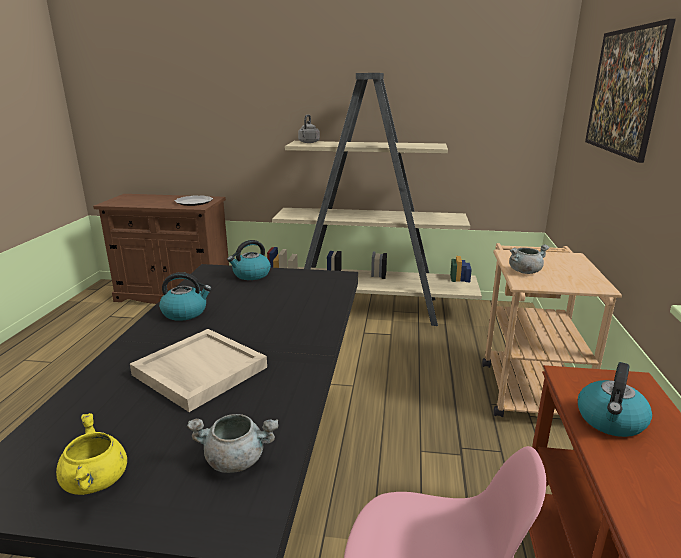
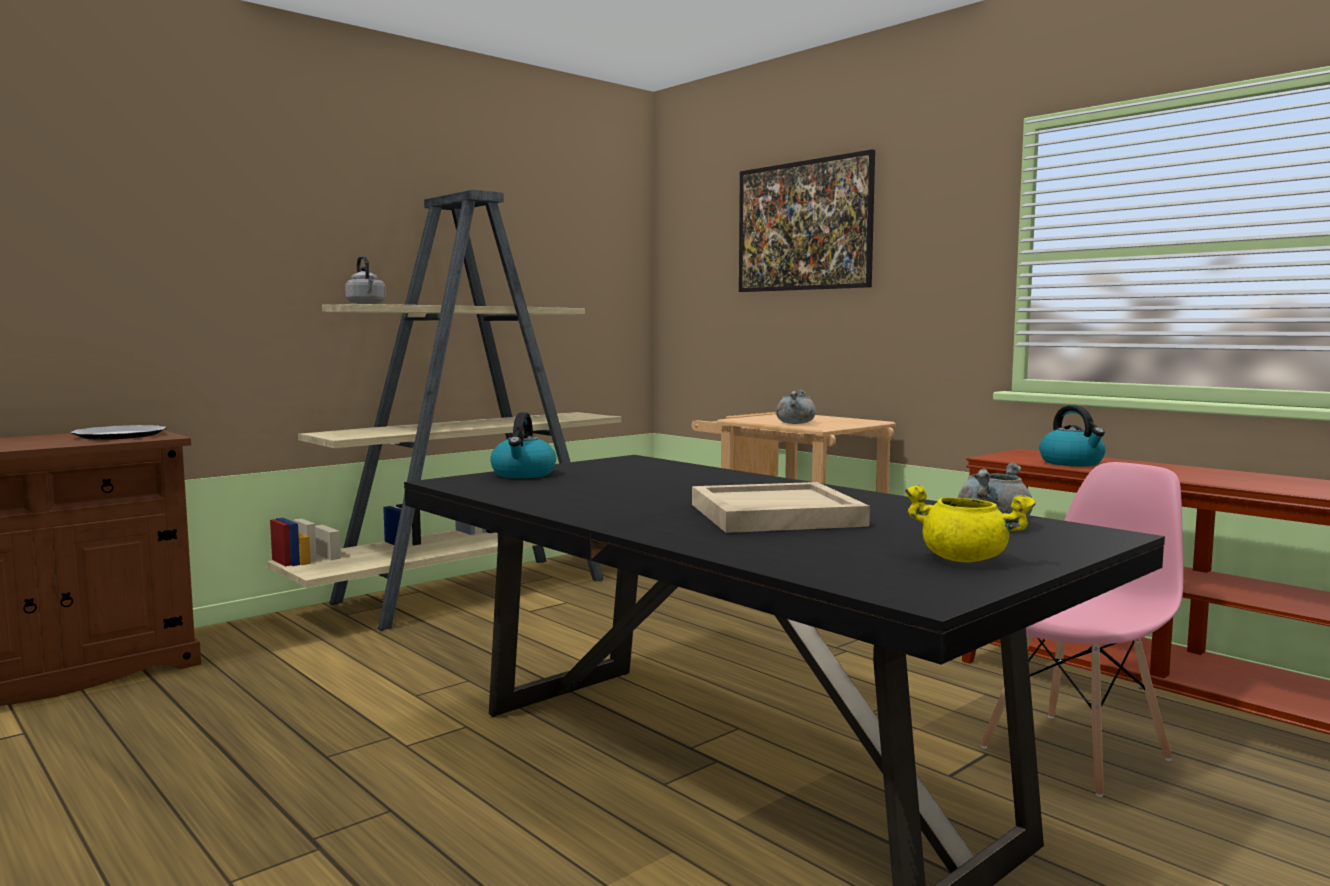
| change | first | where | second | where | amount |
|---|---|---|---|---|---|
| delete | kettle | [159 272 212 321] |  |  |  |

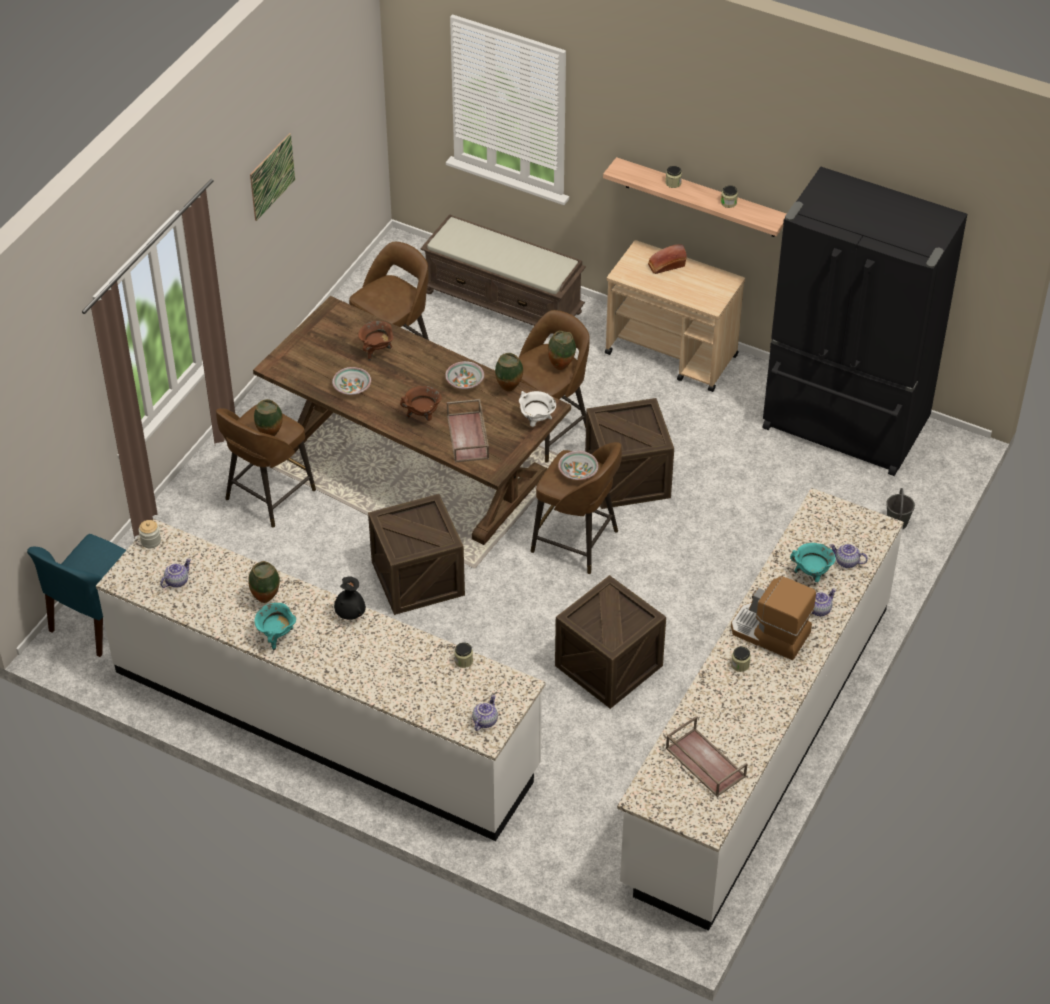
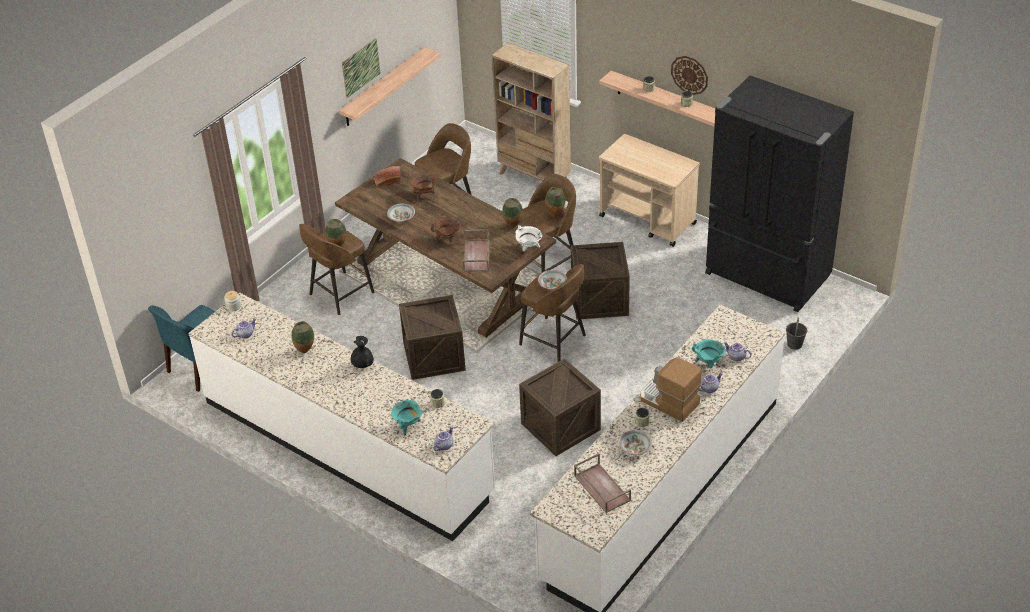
| change | first | where | second | where | amount |
|---|---|---|---|---|---|
| insert |  |  | shelf | [339 47 441 126] |  |
| insert |  |  | wall_clock | [671 56 708 95] |  |
| move | turquoise_cooking_pot | [254 603 296 651] |  | [391 400 423 436] |  |
| move | bowl | [445 361 484 389] |  | [618 430 652 455] |  |
| move | bread | [648 244 687 274] |  | [374 166 401 186] |  |
| replace | brown_bench | [420 215 586 326] | beige_bookcase | [492 43 571 181] |  |

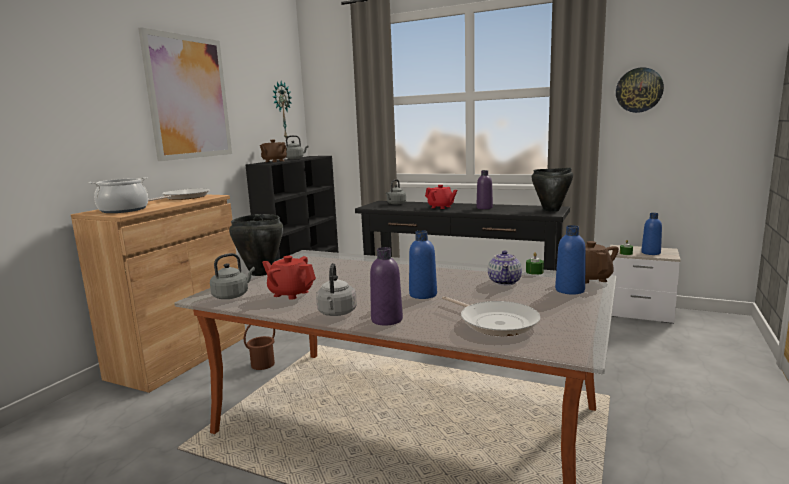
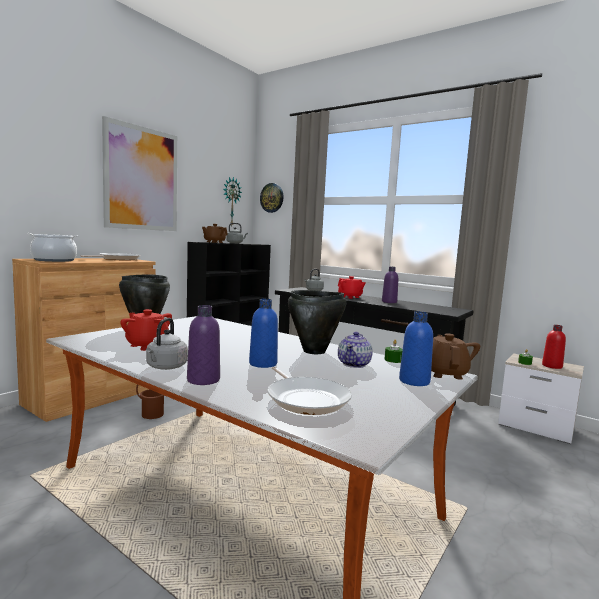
| change | first | where | second | where | amount |
|---|---|---|---|---|---|
| delete | grey_kettle | [210 253 255 299] |  |  |  |
| move | black_cooking_pot | [531 168 573 212] |  | [288 290 346 354] |  |
| move | wall_clock | [616 67 664 113] |  | [260 183 284 213] |  |
| recolor | blue_bottle | [641 213 662 255] | red_bottle | [542 325 566 369] |  |

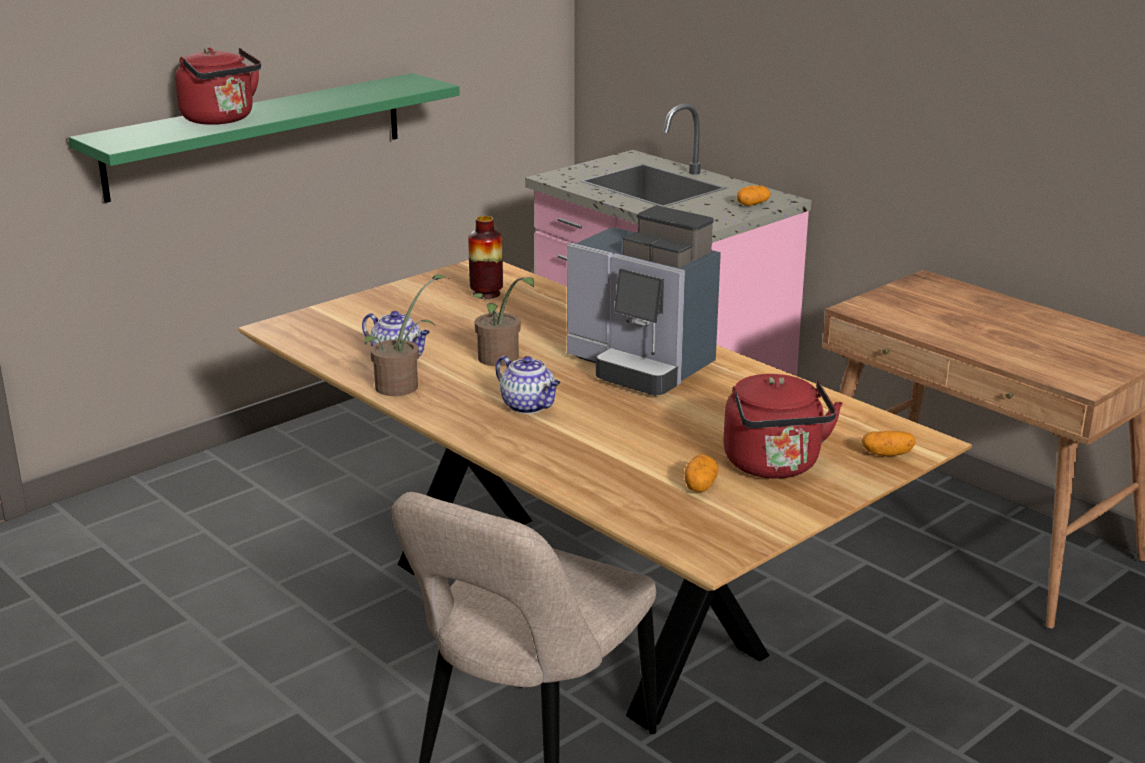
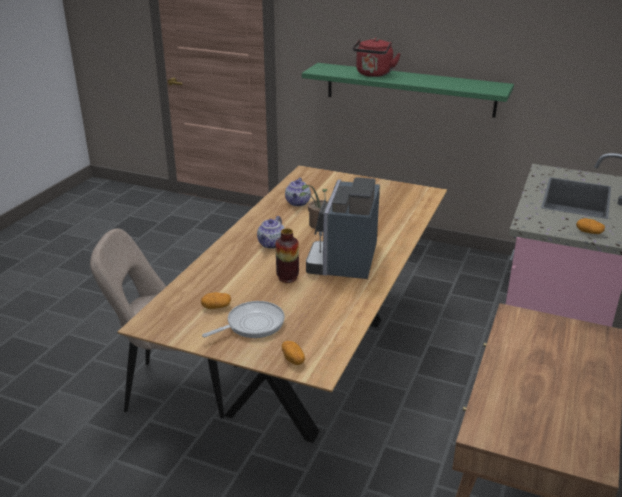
| change | first | where | second | where | amount |
|---|---|---|---|---|---|
| delete | potted_plant | [365 274 448 396] |  |  |  |
| move | vase | [468 216 503 299] |  | [276 228 299 283] |  |
| replace | red_kettle | [723 374 843 478] | frying_pan | [202 301 285 338] |  |

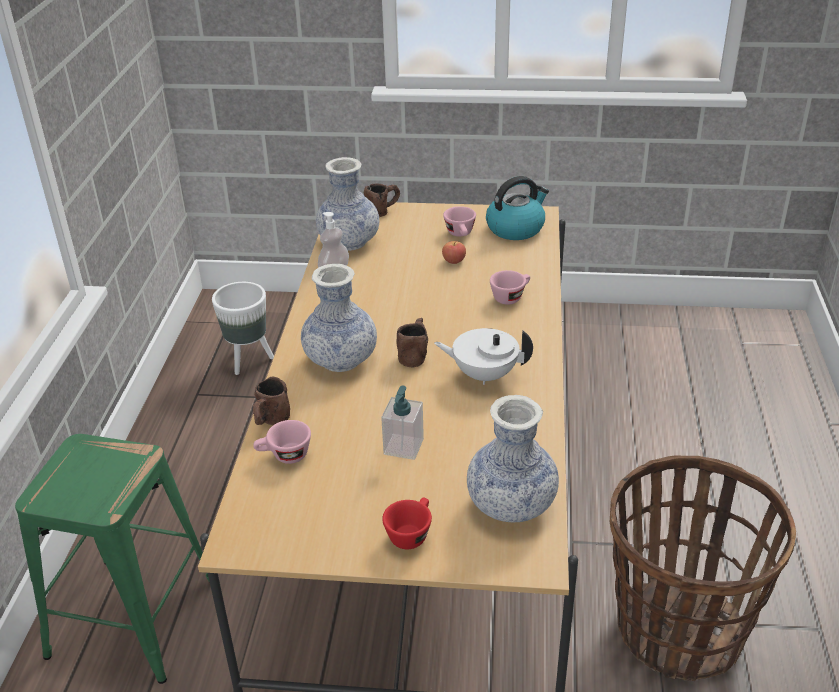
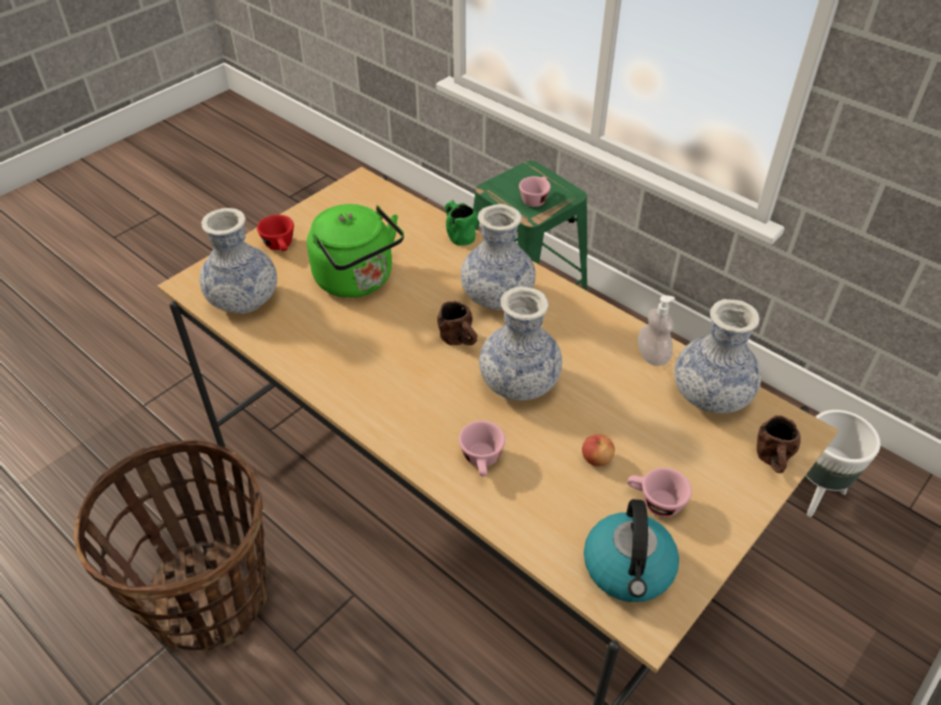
| change | first | where | second | where | amount |
|---|---|---|---|---|---|
| delete | white_teapot | [434 328 533 385] |  |  |  |
| insert |  |  | vase | [479 286 562 401] |  |
| move | pink_cup | [253 420 311 464] |  | [519 176 551 207] |  |
| replace | soap_dispenser | [381 386 424 460] | green_kettle | [307 204 404 298] |  |
| recolor | brown_mug | [253 376 290 425] | green_mug | [445 200 478 246] |  |

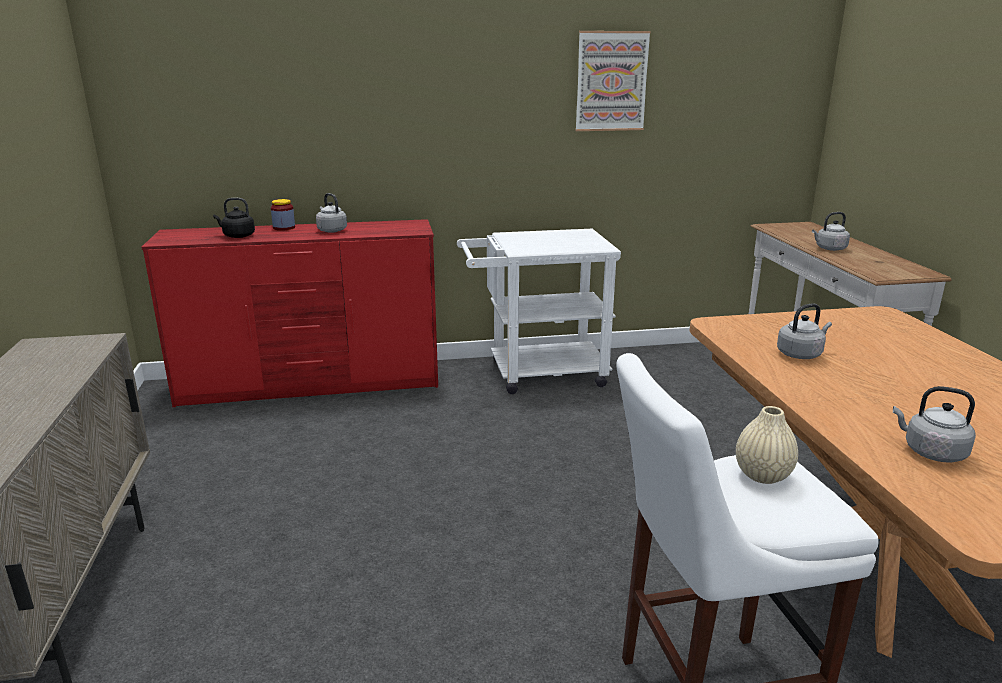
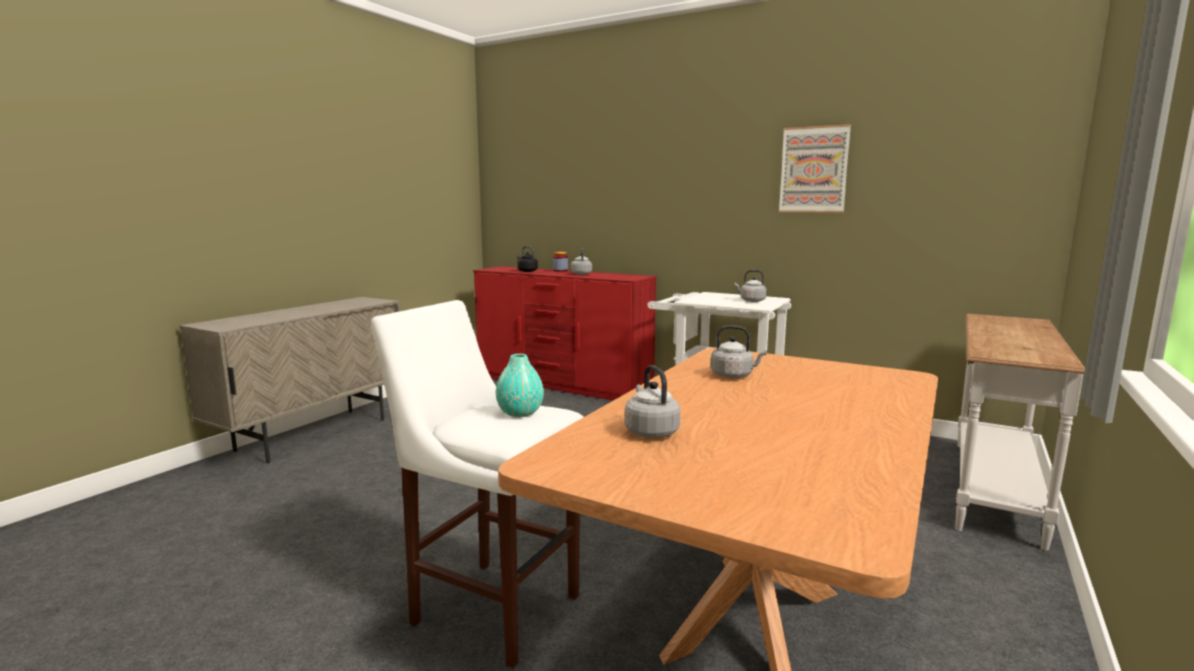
| change | first | where | second | where | amount |
|---|---|---|---|---|---|
| move | grey_kettle | [812 212 850 251] |  | [735 270 766 302] |  |
| recolor | beige_vase | [736 406 798 484] | turquoise_vase | [496 354 544 417] |  |

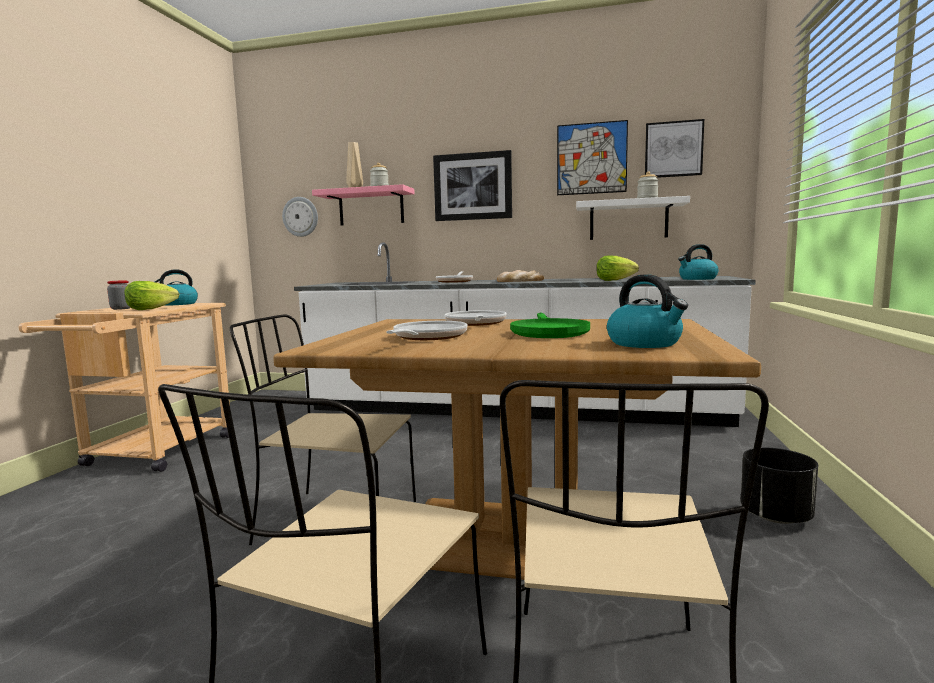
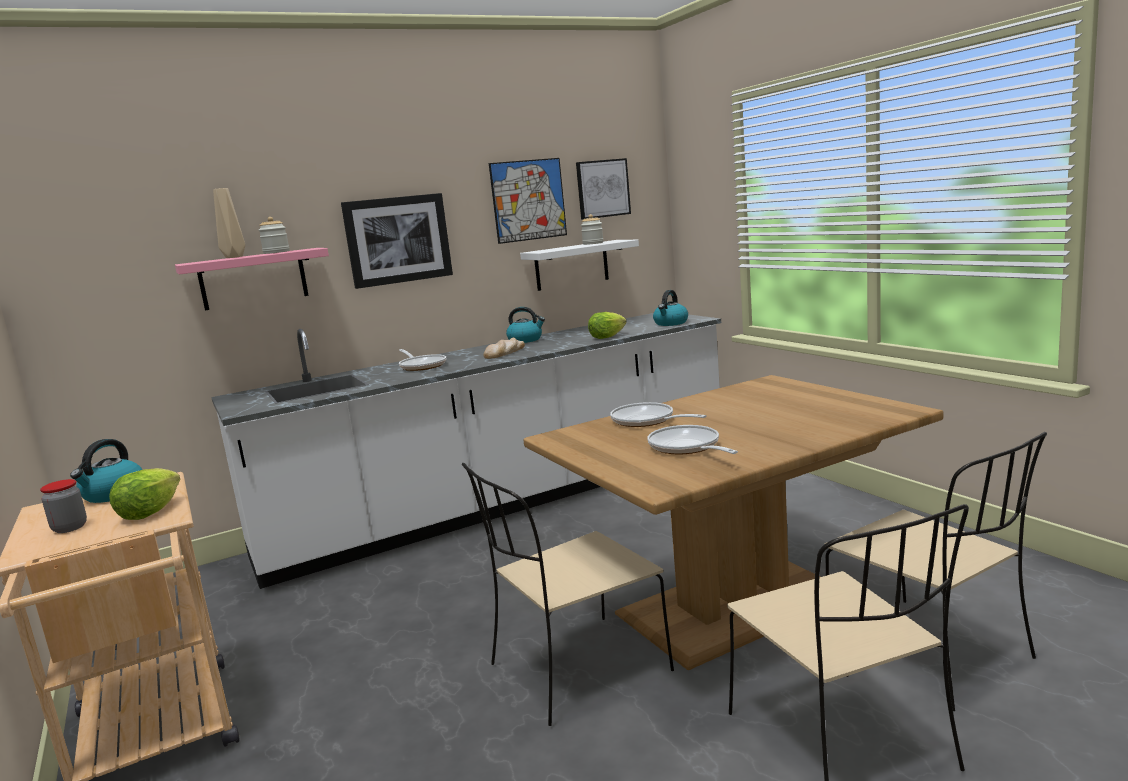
| change | first | where | second | where | amount |
|---|---|---|---|---|---|
| delete | wall_clock | [282 197 318 237] |  |  |  |
| delete | green_frying_pan | [510 312 590 338] |  |  |  |
| delete | black_planter | [741 448 818 524] |  |  |  |
| move | kettle | [607 274 688 348] |  | [506 307 545 343] |  |

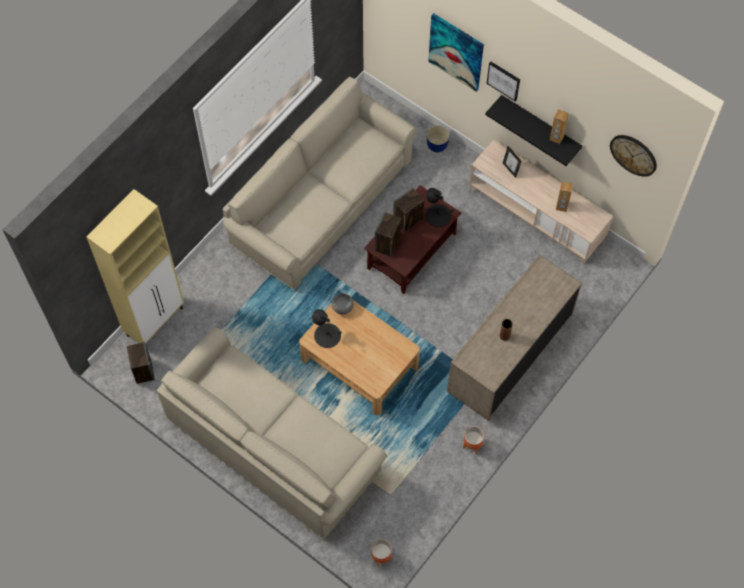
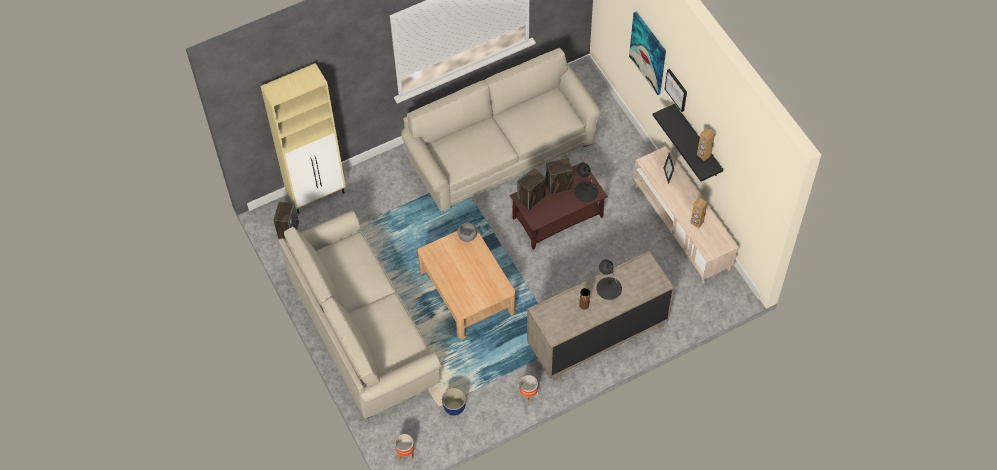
| change | first | where | second | where | amount |
|---|---|---|---|---|---|
| delete | wall_clock | [610 135 657 177] |  |  |  |
| move | black_table_lamp | [312 309 342 348] |  | [596 259 622 300] |  |
| move | planter | [426 125 450 152] |  | [442 388 466 416] |  |

